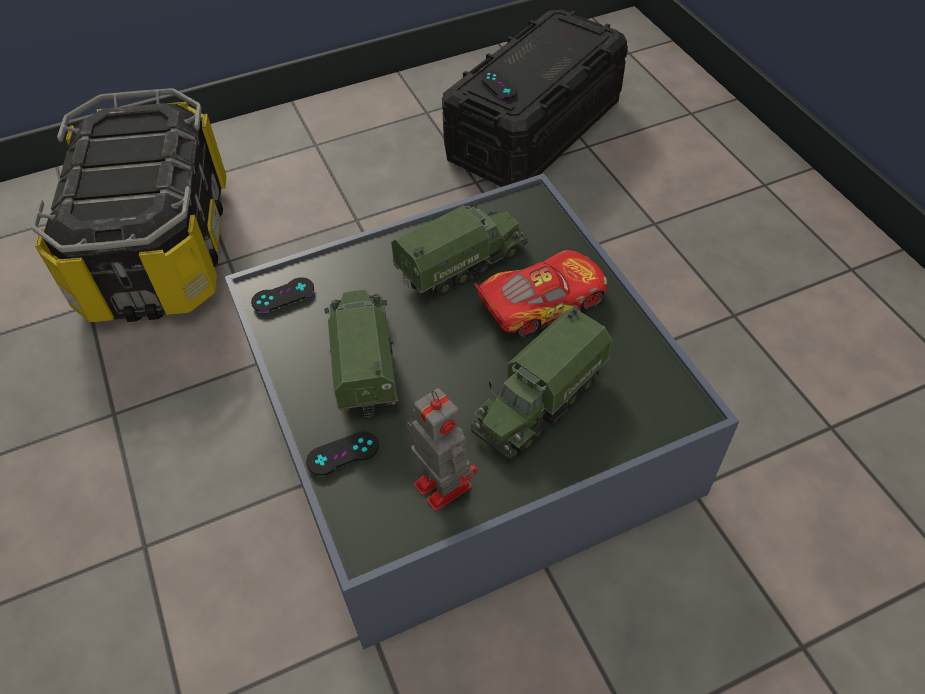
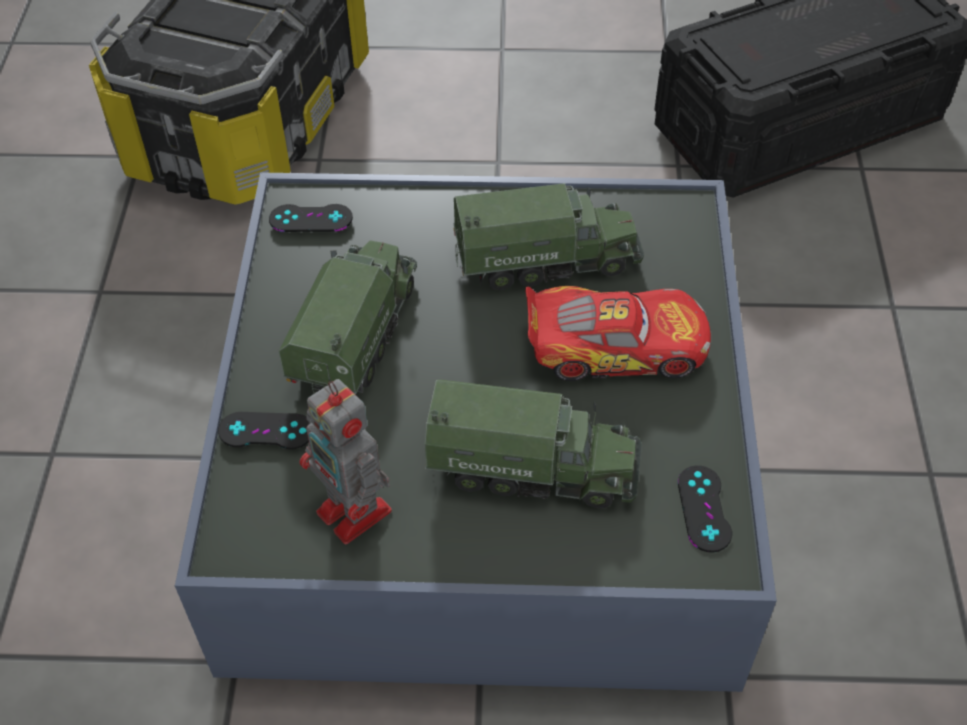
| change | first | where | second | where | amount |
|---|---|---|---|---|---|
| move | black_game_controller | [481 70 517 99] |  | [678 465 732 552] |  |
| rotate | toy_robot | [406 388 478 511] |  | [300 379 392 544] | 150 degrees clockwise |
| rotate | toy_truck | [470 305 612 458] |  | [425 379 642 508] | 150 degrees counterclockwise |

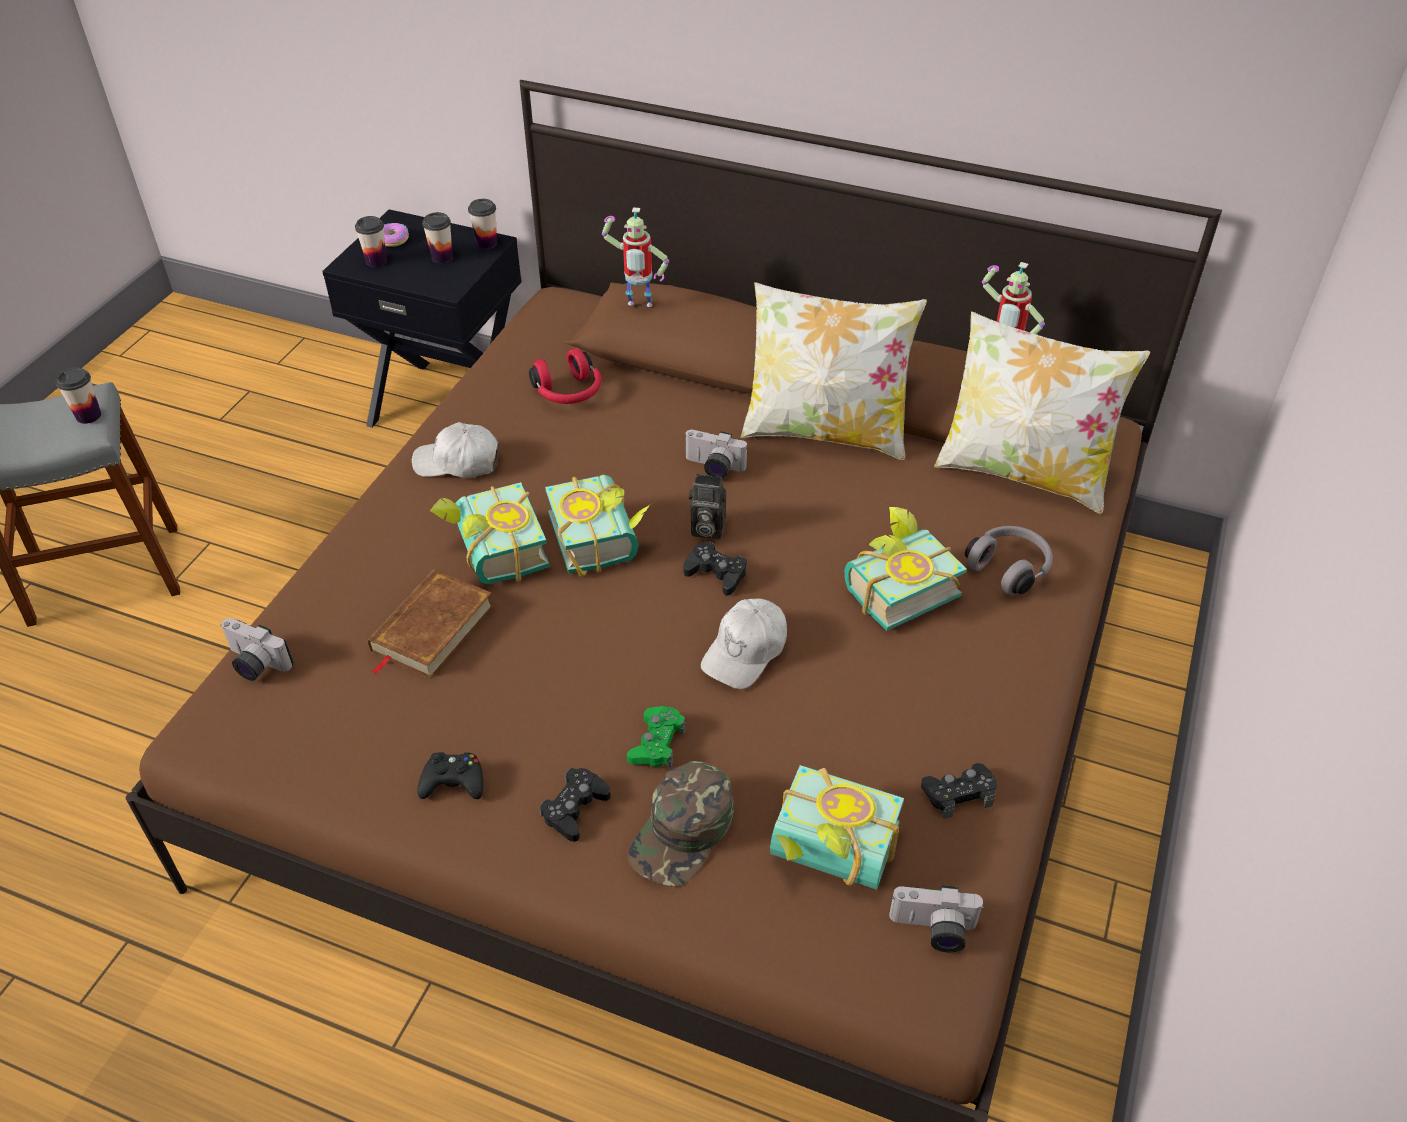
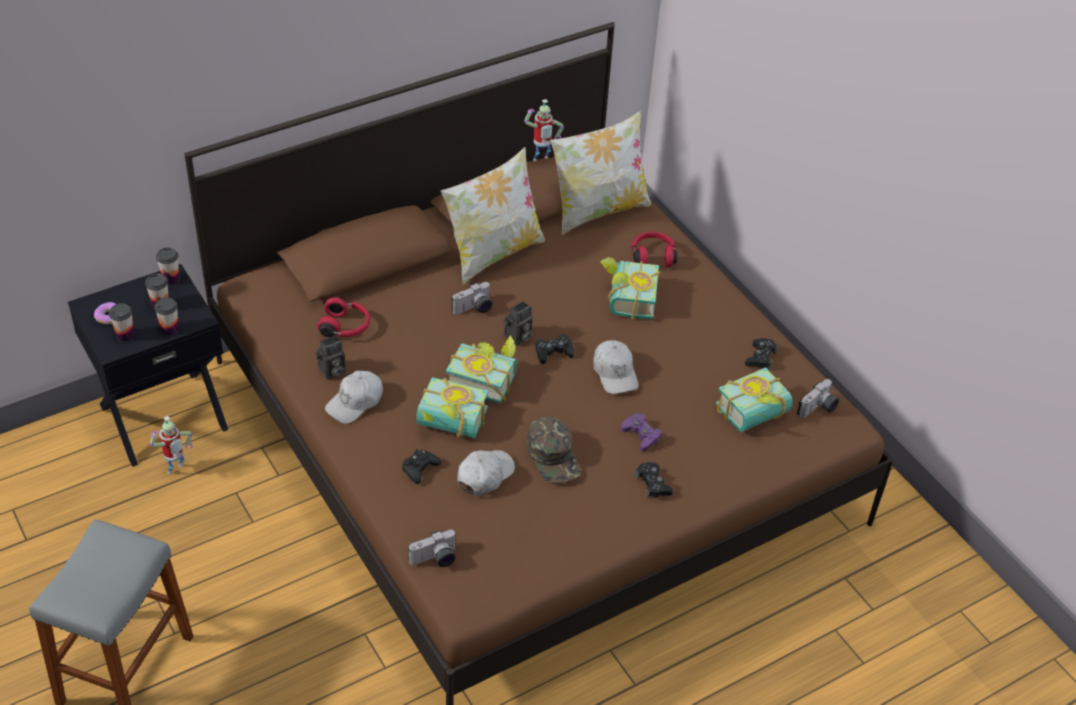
| change | first | where | second | where | amount |
|---|---|---|---|---|---|
| insert |  |  | photo_camera | [315 335 345 380] |  |
| move | cup | [56 367 101 424] |  | [154 297 179 336] |  |
| move | black_game_controller | [417 752 483 799] |  | [402 449 441 484] |  |
| move | toy_robot | [602 208 669 307] |  | [150 416 193 474] |  |
| move | green_cap | [628 761 734 887] |  | [526 417 581 484] |  |
| replace | brown_book | [368 569 494 679] | white_cap | [457 450 515 496] |  |
| recolor | green_game_controller | [627 706 686 769] | purple_game_controller | [621 413 662 452] |  |
| recolor | grey_headphones | [965 526 1053 595] | red_headphones | [632 232 677 268] |  |

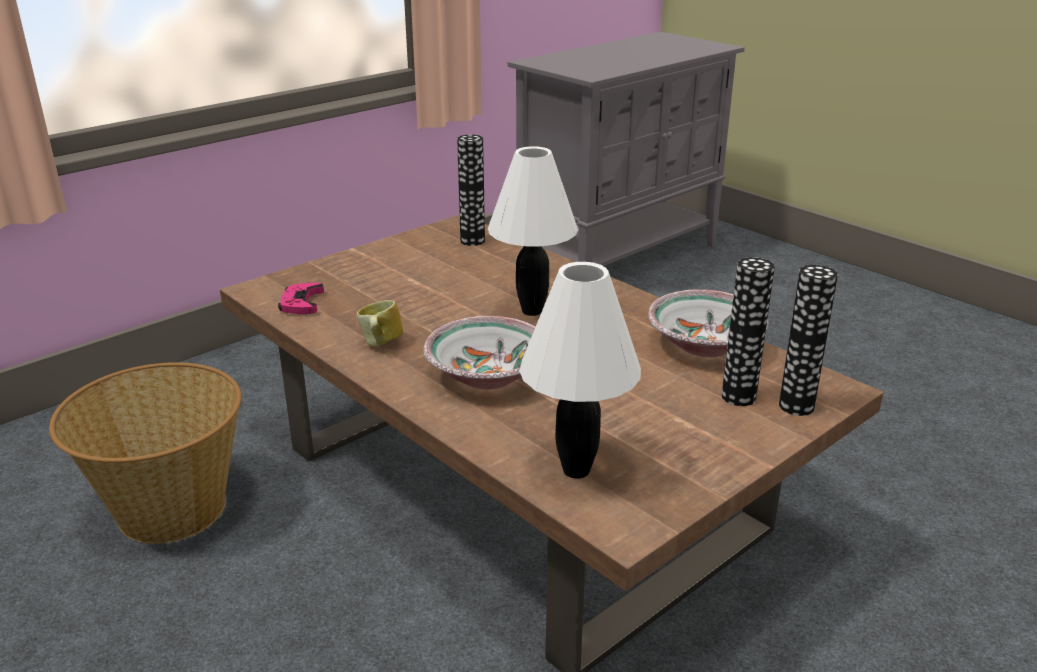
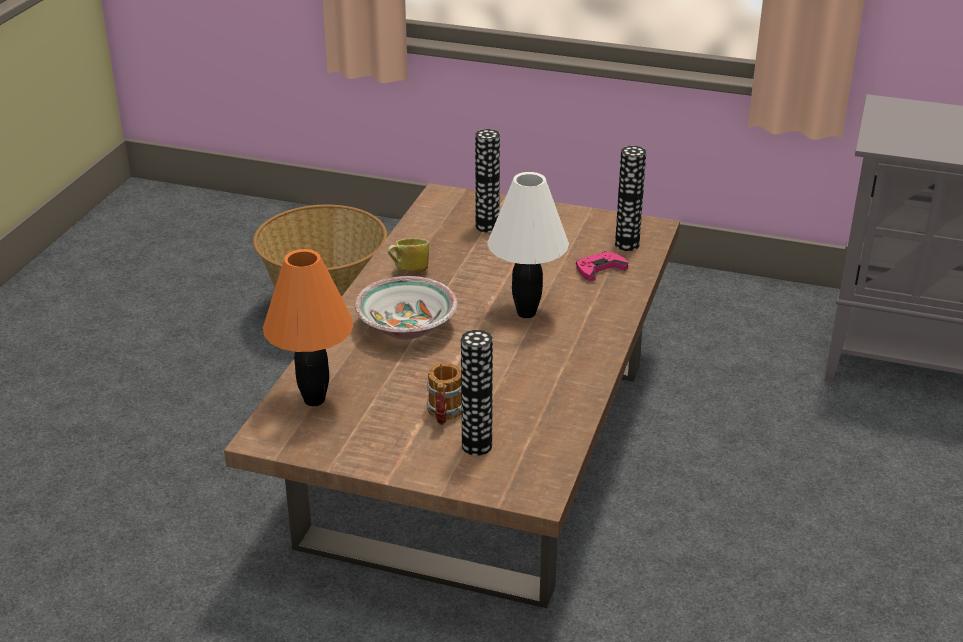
| change | first | where | second | where | amount |
|---|---|---|---|---|---|
| delete | bowl | [648 290 769 357] |  |  |  |
| insert |  |  | mug | [427 363 462 425] |  |
| move | pink_game_controller | [278 283 324 314] |  | [576 251 628 281] |  |
| move | vase | [779 265 838 416] |  | [475 129 500 232] |  |
| recolor | white_table_lamp | [519 262 641 479] | orange_table_lamp | [263 249 354 406] |  |

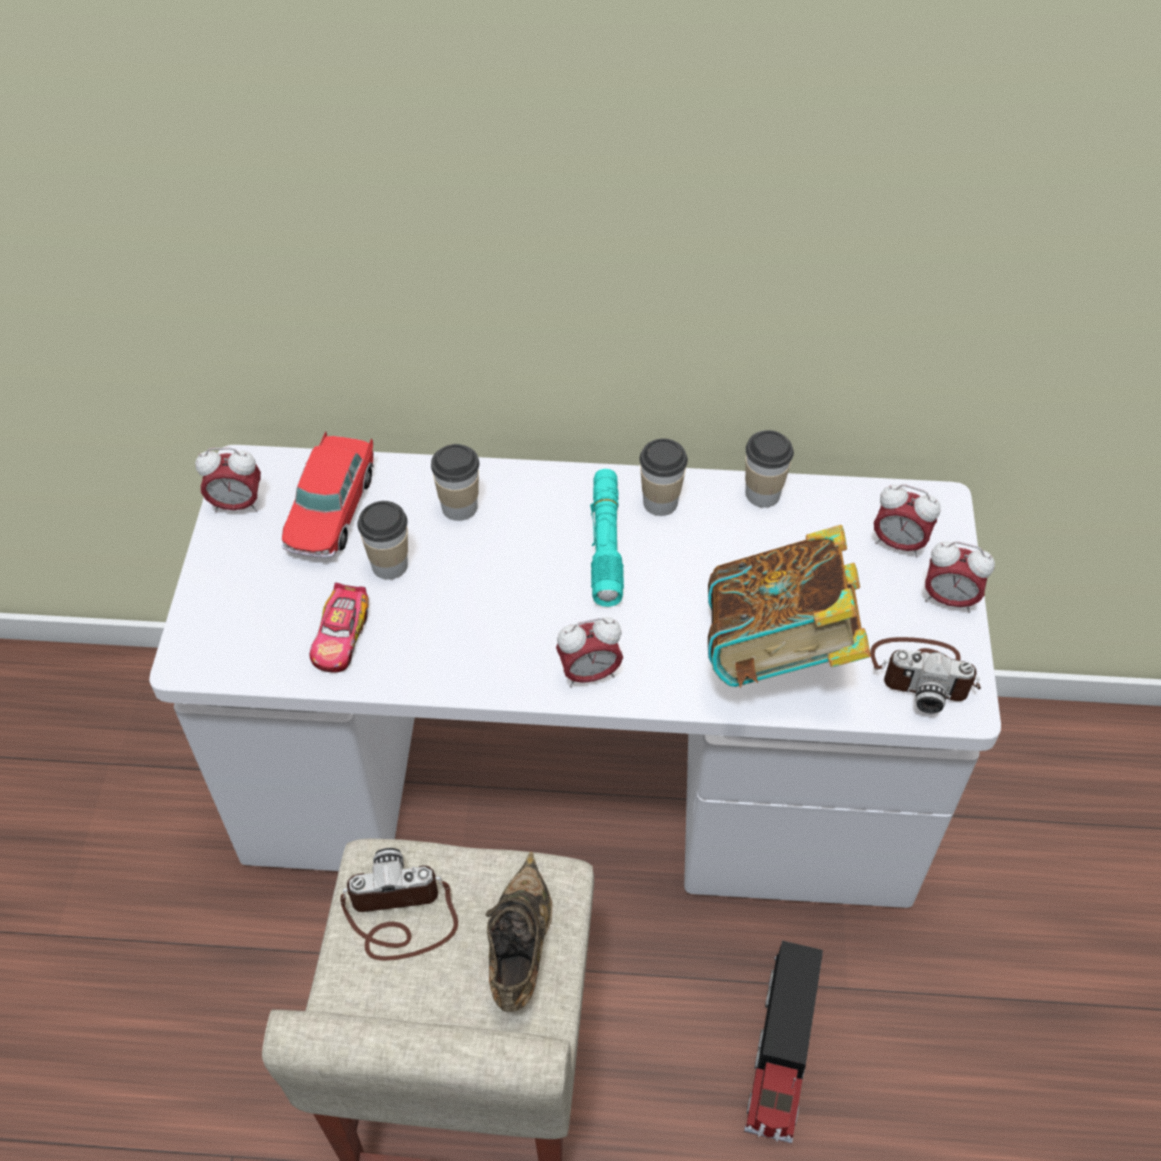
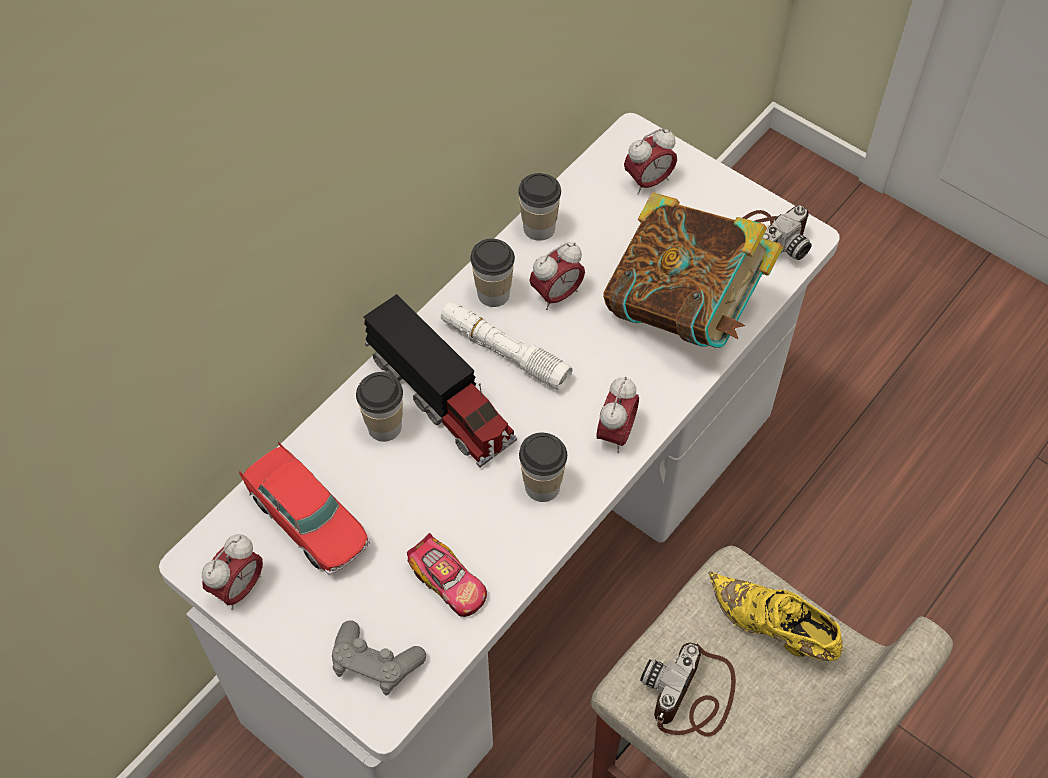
| change | first | where | second | where | amount |
|---|---|---|---|---|---|
| insert |  |  | grey_game_controller | [332 620 426 696] |  |
| move | cup | [357 501 408 580] |  | [519 433 567 502] |  |
| move | toy_truck | [744 941 823 1144] |  | [363 294 517 467] |  |
| move | alarm_clock | [925 541 995 613] |  | [529 242 585 310] |  |
| recolor | brown_shoe | [486 851 552 1012] | yellow_shoe | [708 571 843 661] |  |
| recolor | turquoise_flashlight | [590 469 624 607] | white_flashlight | [441 301 573 390] |  |

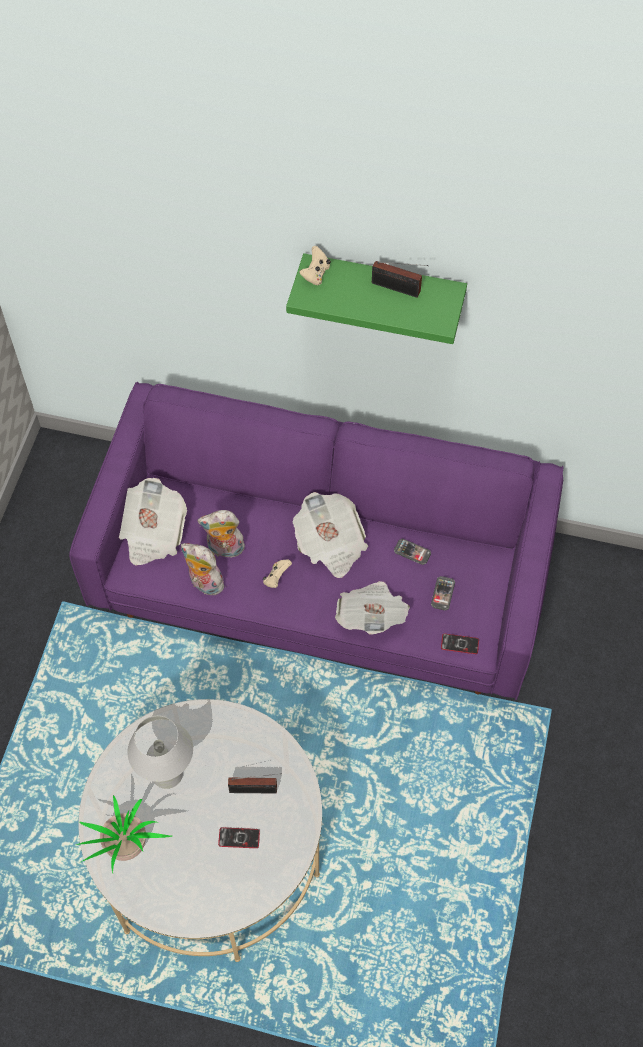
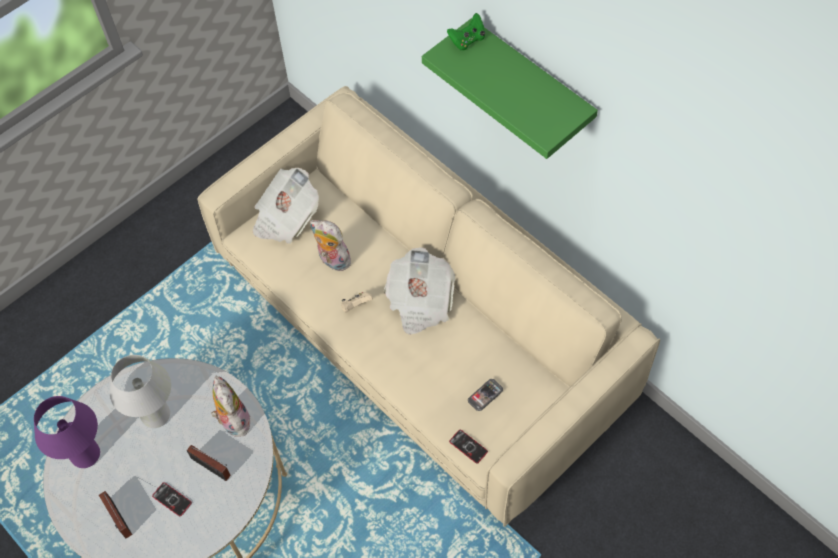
| change | first | where | second | where | amount |
|---|---|---|---|---|---|
| delete | newspaper | [335 581 410 635] |  |  |  |
| delete | phone | [394 539 431 565] |  |  |  |
| move | plush_toy | [181 543 224 595] |  | [211 376 250 437] |  |
| move | radio | [372 261 429 298] |  | [99 491 132 538] |  |
| replace | potted_plant | [76 795 172 873] | purple_table_lamp | [34 396 100 468] |  |
| recolor | purple_sofa | [69 382 564 700] | beige_sofa | [197 86 660 527] |  |
| recolor | beige_game_controller | [299 246 331 285] | green_game_controller | [447 13 485 51] |  |

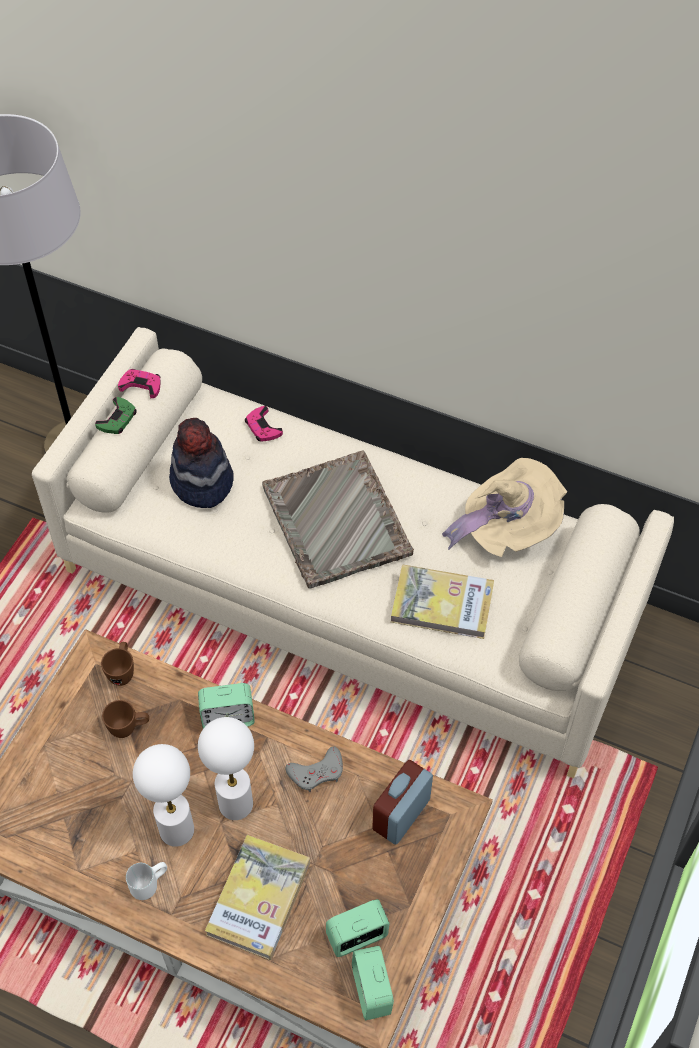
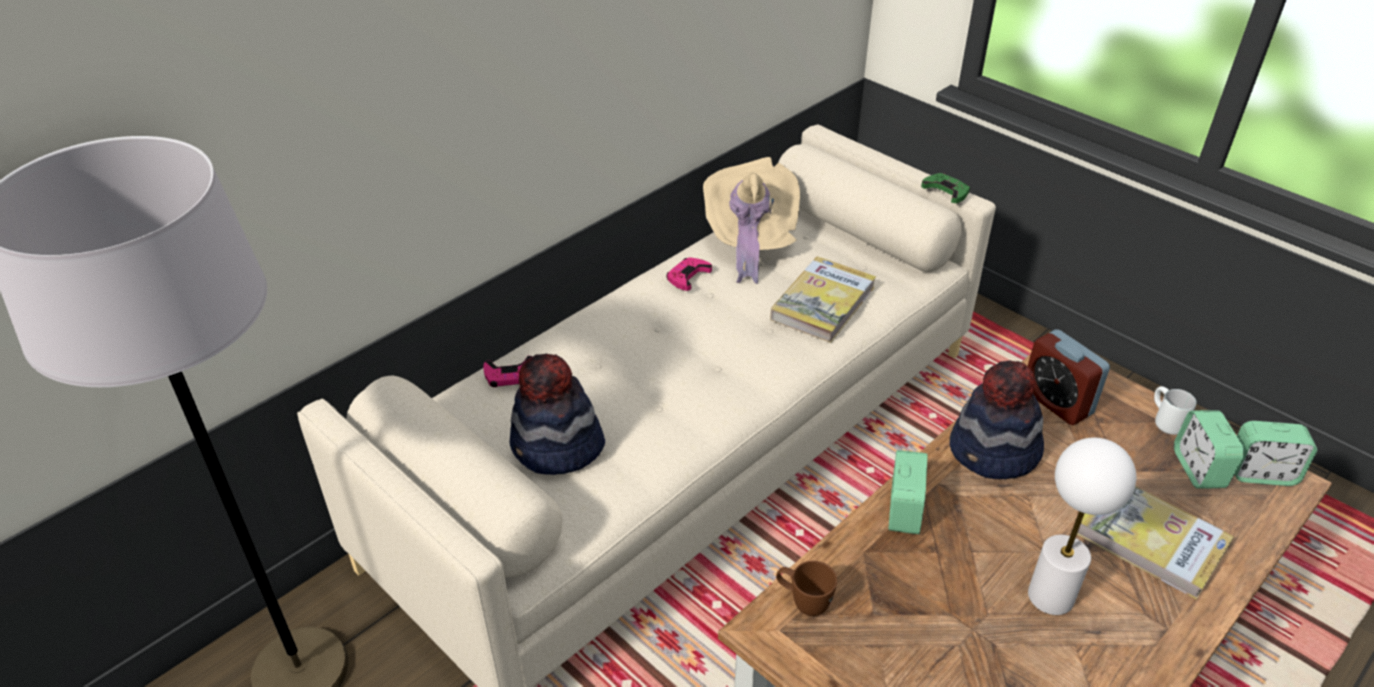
| change | first | where | second | where | amount |
|---|---|---|---|---|---|
| delete | brown_mug | [102 700 149 738] |  |  |  |
| delete | white_table_lamp | [198 717 254 820] |  |  |  |
| delete | grey_tray | [262 450 414 589] |  |  |  |
| move | green_game_controller | [95 397 137 434] |  | [921 173 970 203] |  |
| move | pink_game_controller | [118 369 161 398] |  | [666 257 712 291] |  |
| move | white_mug | [126 862 167 900] |  | [1154 386 1196 435] |  |
| replace | grey_game_controller | [285 747 343 792] | hat | [950 360 1044 479] |  |

